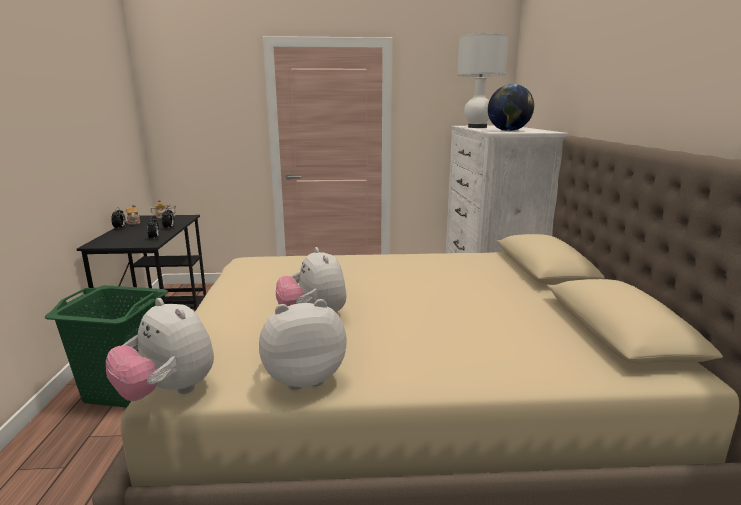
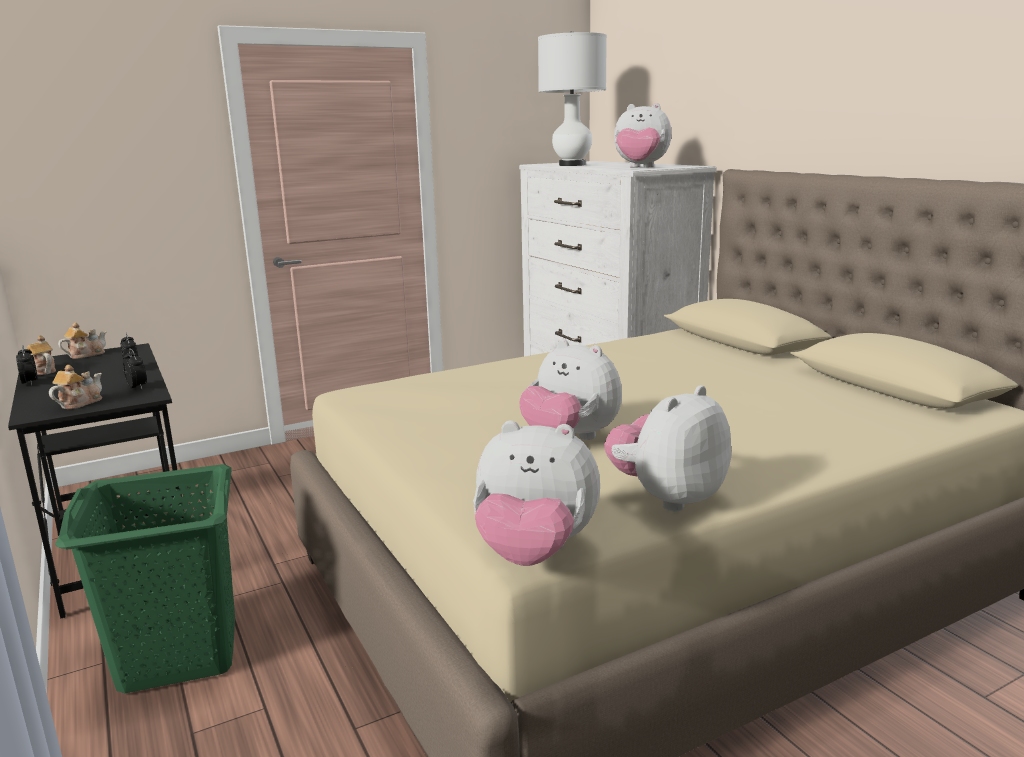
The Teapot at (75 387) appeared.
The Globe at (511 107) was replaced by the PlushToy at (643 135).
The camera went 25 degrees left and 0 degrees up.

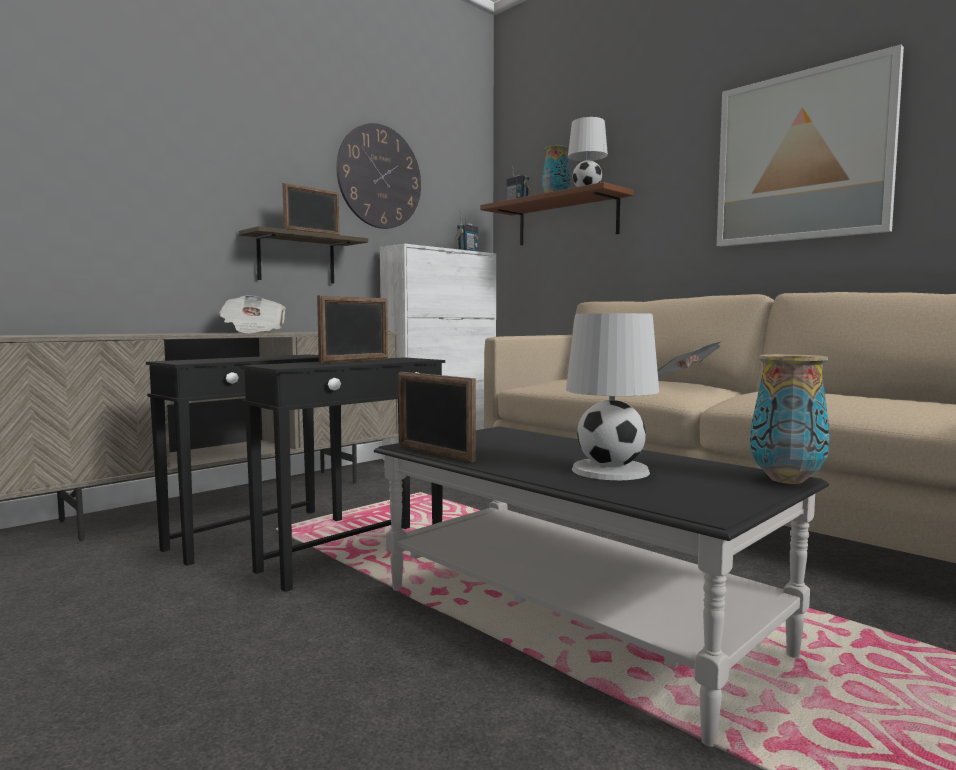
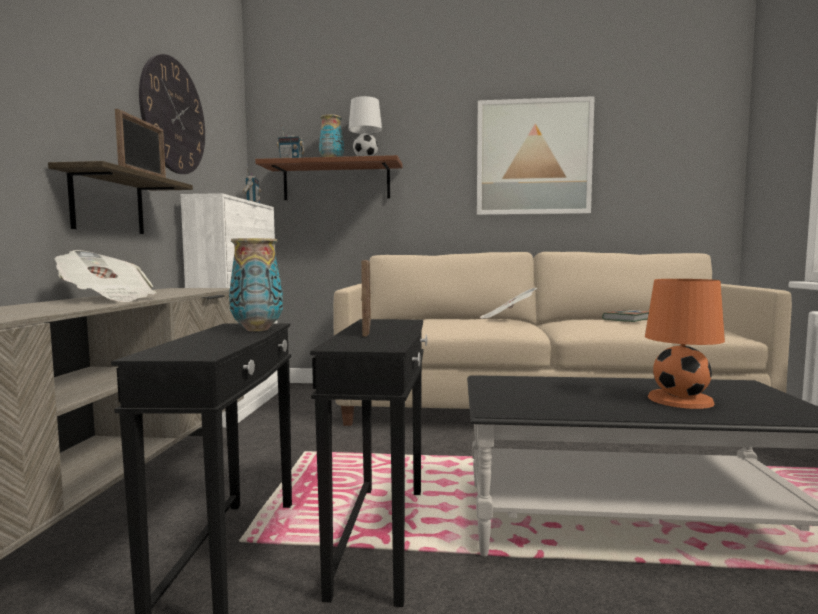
The Vase moved from (790 419) to (256 284).
The Book at (625 316) appeared.
The WhiteTableLamp at (612 396) became the OrangeTableLamp at (685 344).
The PictureFrame at (437 417) disappeared.
The camera went 40 degrees left and 0 degrees up.

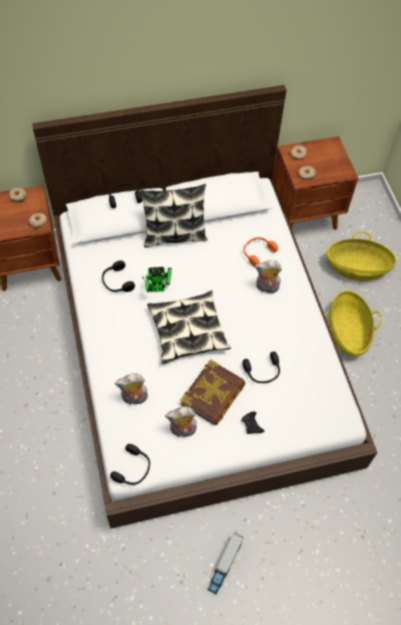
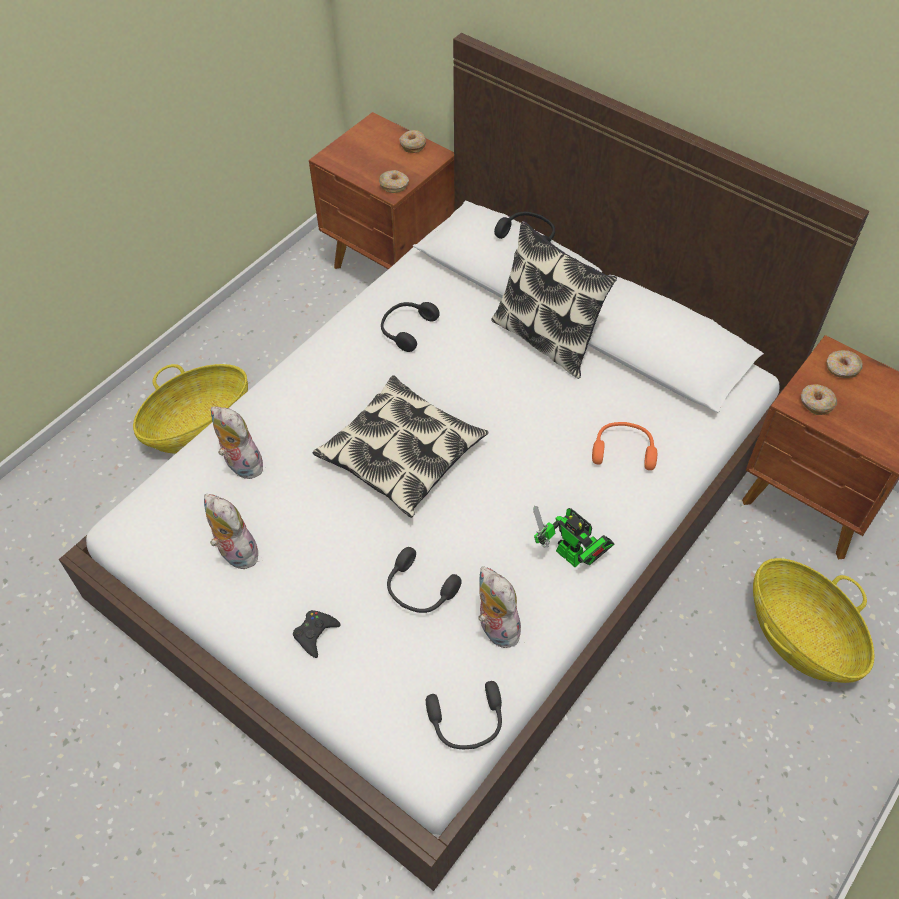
The Basket moved from (353 323) to (190 408).
The BlackHeadphones moved from (130 464) to (464 715).
The PlushToy moved from (268 277) to (500 607).
The ToyRobot moved from (157 280) to (573 536).
The Book at (213 392) disappeared.
The ToyTruck at (226 563) disappeared.
The camera went 55 degrees right and 5 degrees down.

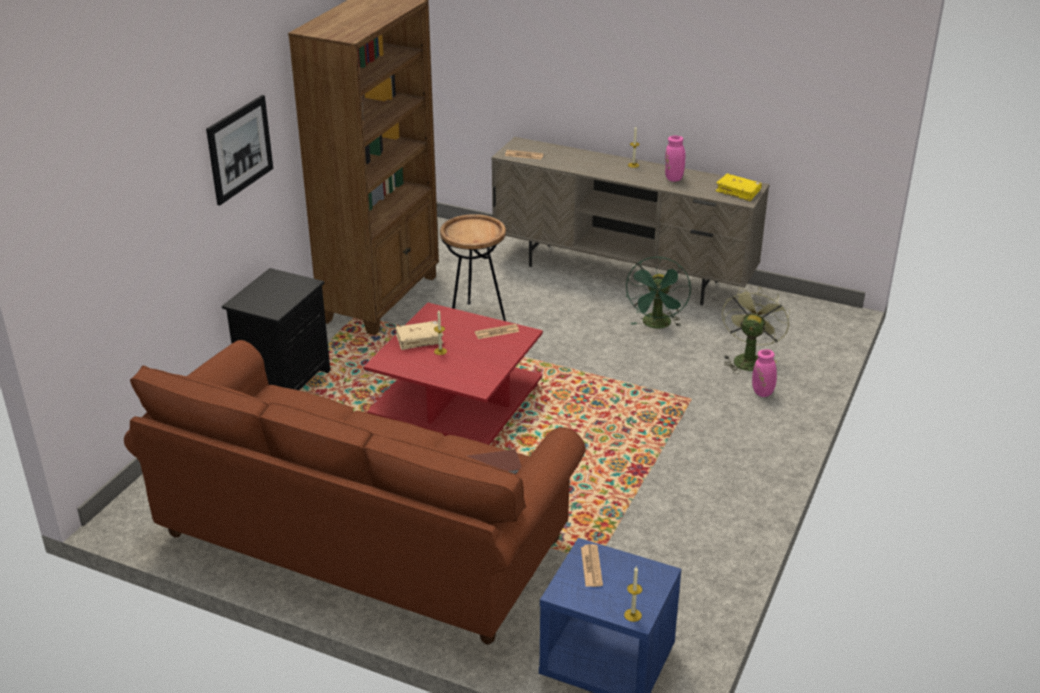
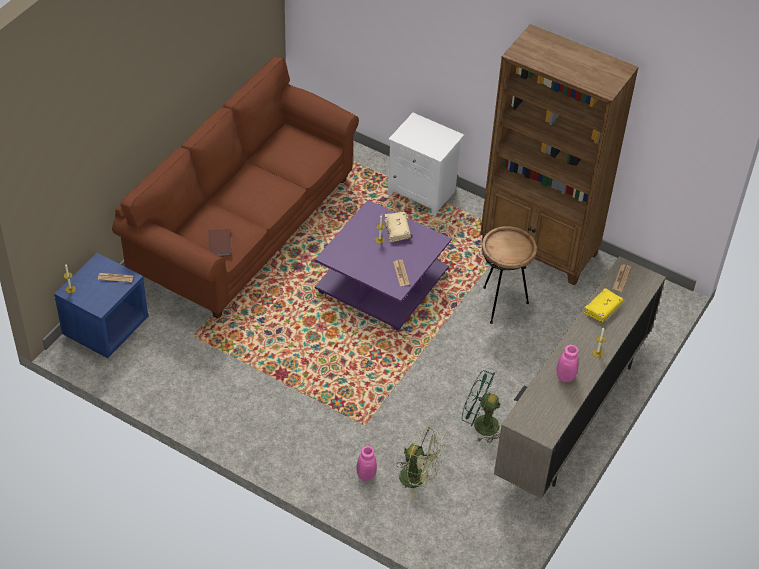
The RedCoffeeTable at (453 373) became the PurpleCoffeeTable at (383 265).
The BlackNightstand at (276 329) became the WhiteNightstand at (426 164).
The YellowBook moved from (738 187) to (603 305).
The Picture at (239 150) disappeared.
The camera went 95 degrees right and 15 degrees up.

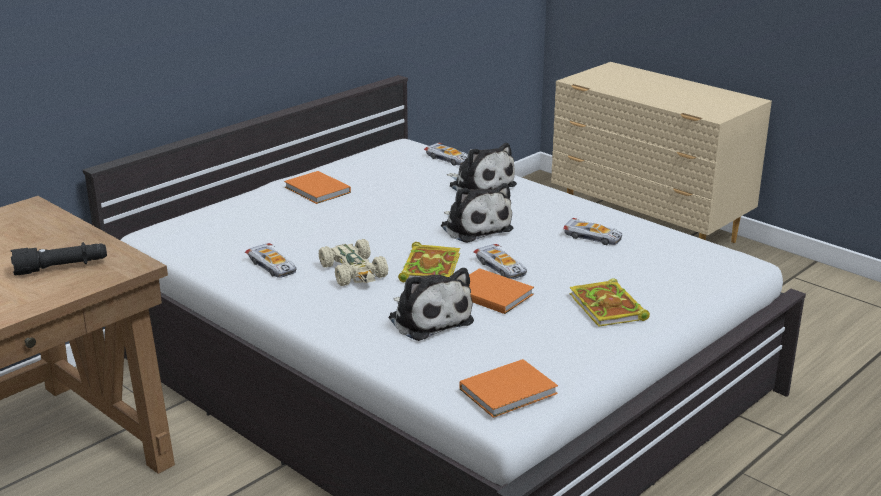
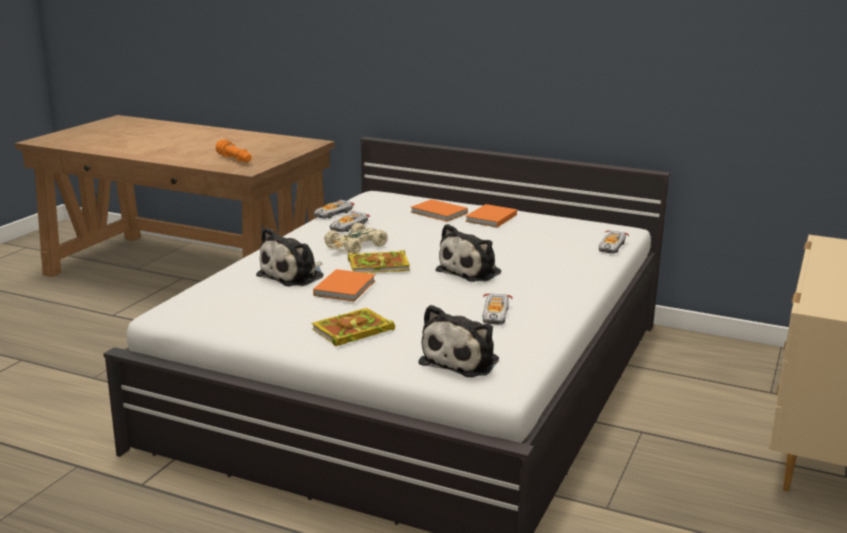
The BlackFlashlight at (59 259) became the OrangeFlashlight at (234 150).
The ToyCar moved from (500 261) to (334 209).
The OrangeBook moved from (509 388) to (439 210).
The PlushToy moved from (482 167) to (459 341).
The camera went 70 degrees right and 5 degrees down.

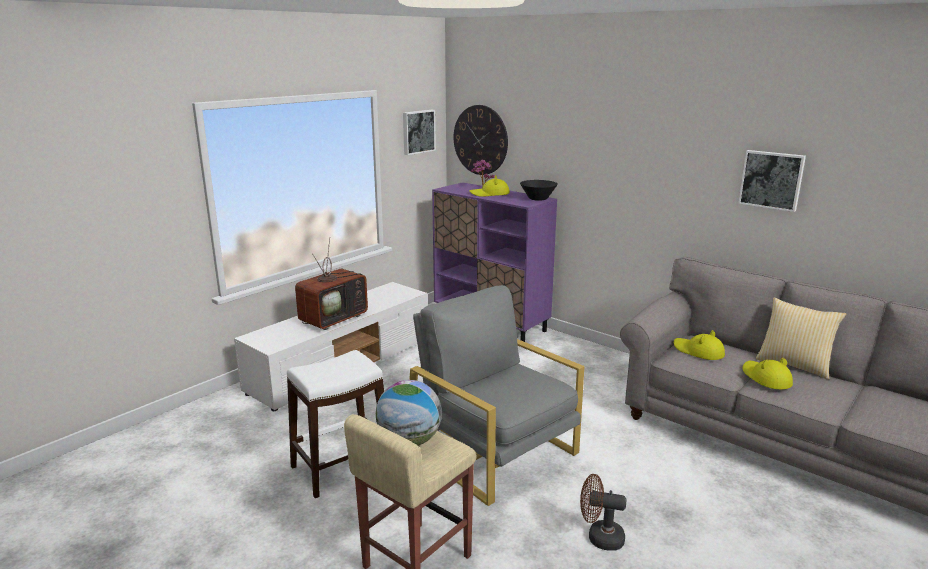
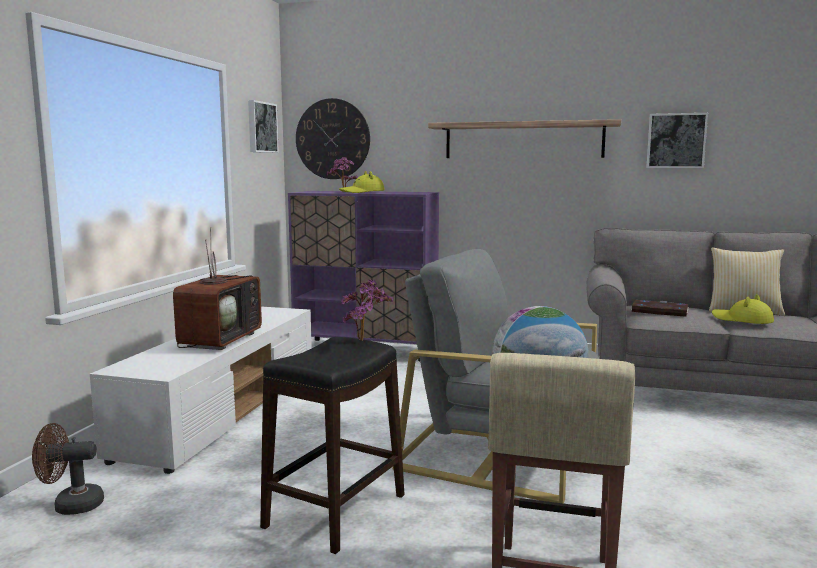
The BrownFan moved from (603 512) to (68 469).
The WhiteStool at (335 424) became the BlackStool at (332 445).
The PottedPlant at (367 310) appeared.
The Shelf at (524 138) appeared.
The YellowHat at (699 345) was replaced by the Book at (660 308).
The BlackBowl at (539 190) disappeared.
The camera went 25 degrees left and 10 degrees down.

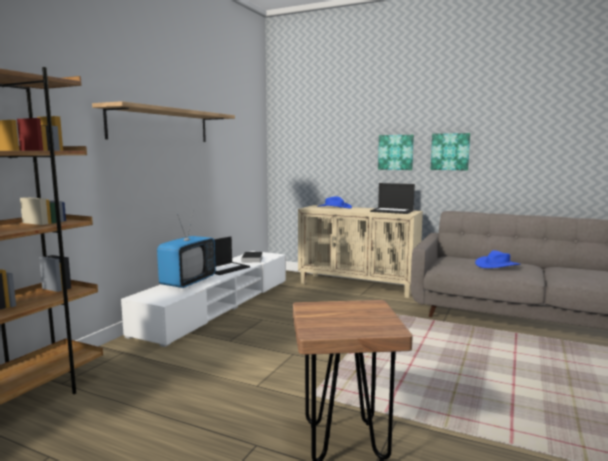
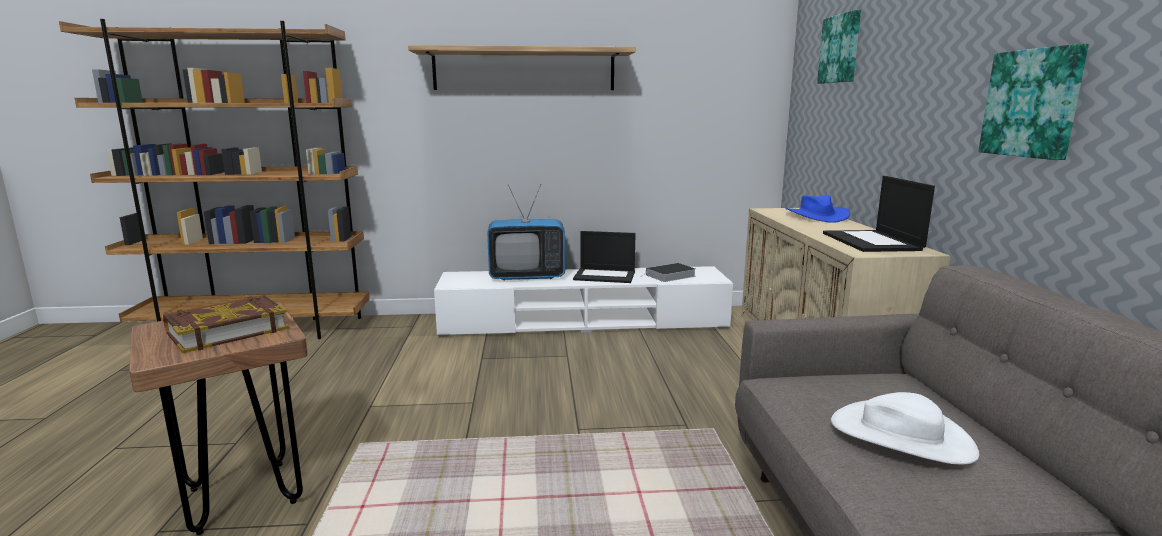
The Book at (226 324) appeared.
The Picture moved from (396 152) to (839 47).
The BlueHat at (498 259) became the WhiteHat at (905 428).
The camera went 60 degrees right and 5 degrees up.

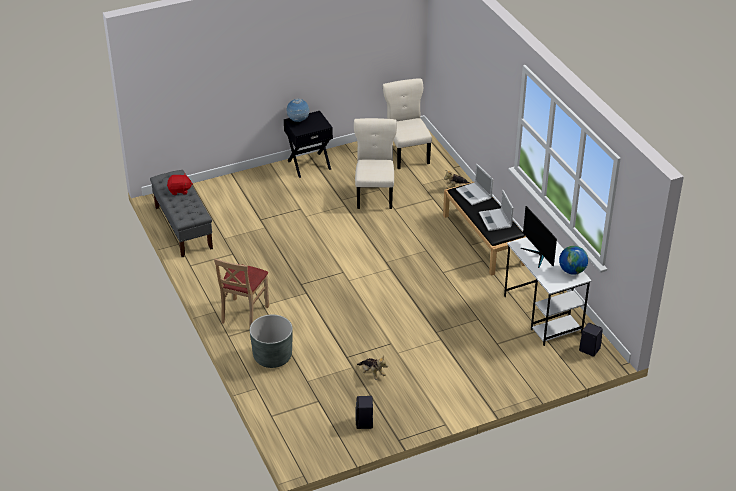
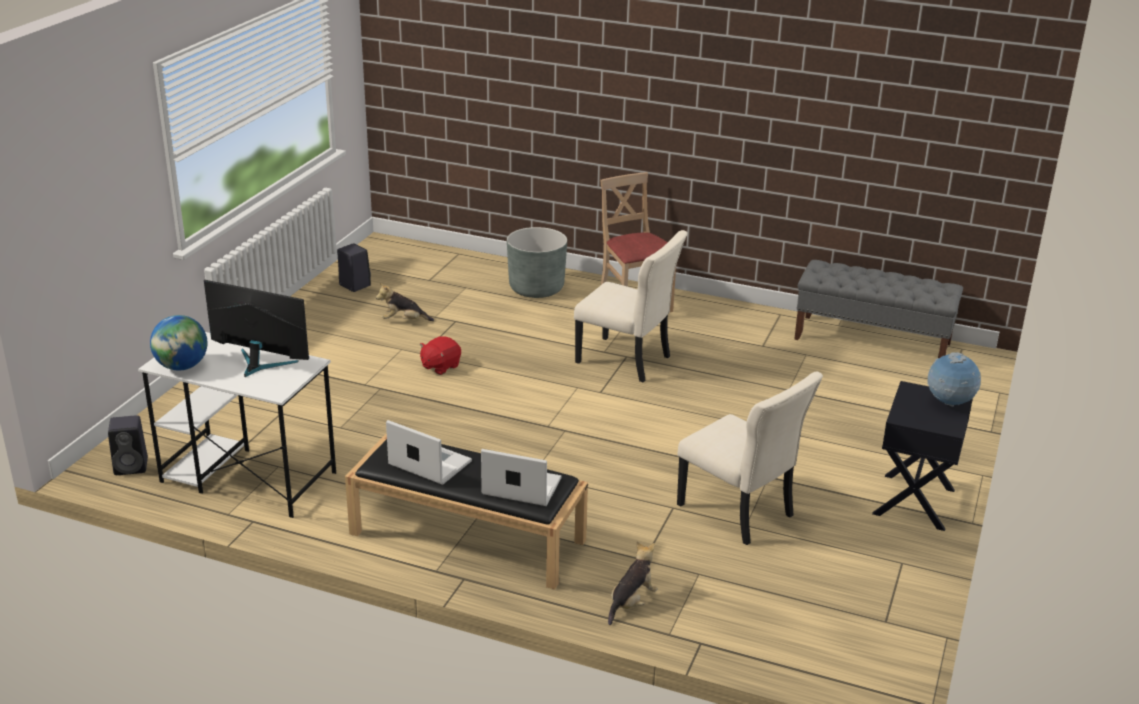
The RedPlushToy moved from (180 184) to (440 355).
The BeigeChair moved from (407 123) to (631 306).
The camera went 135 degrees right and 10 degrees down.

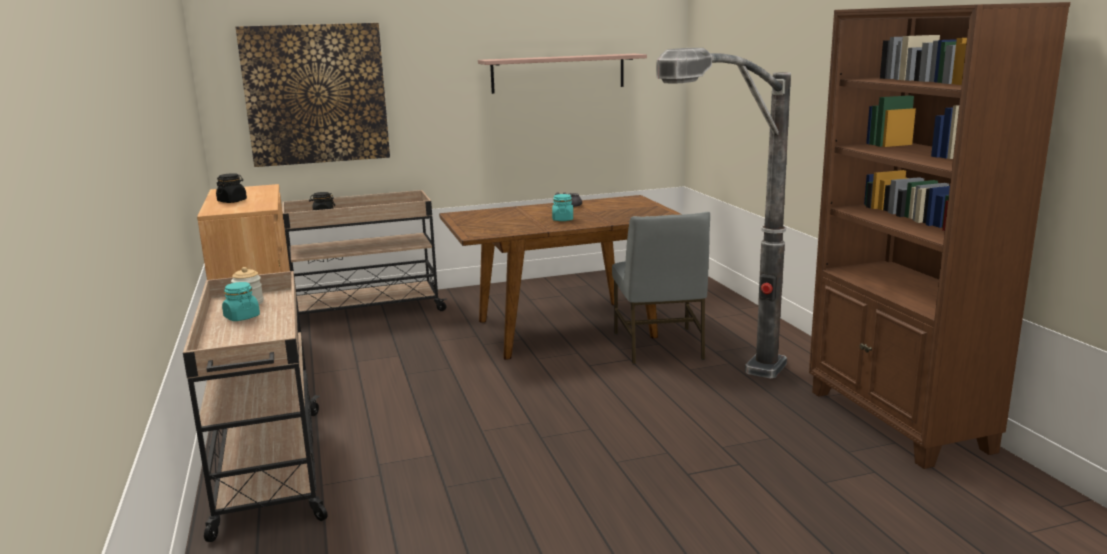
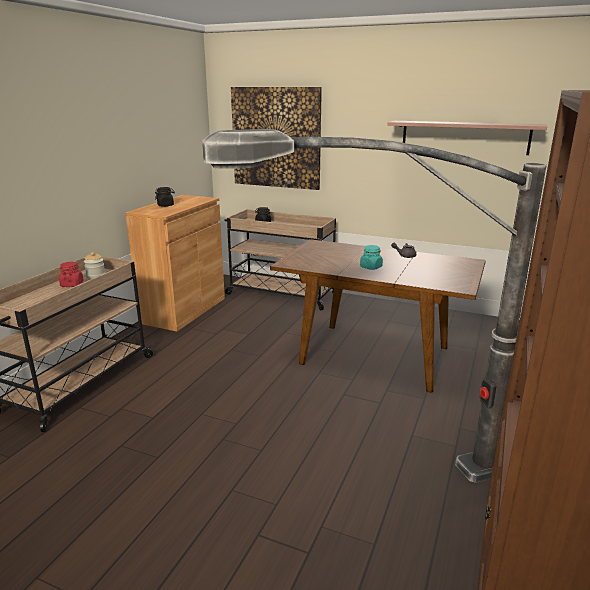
The TurquoiseJar at (241 301) became the RedJar at (71 274).
The GreyChair at (661 288) disappeared.
The camera went 40 degrees right and 5 degrees up.

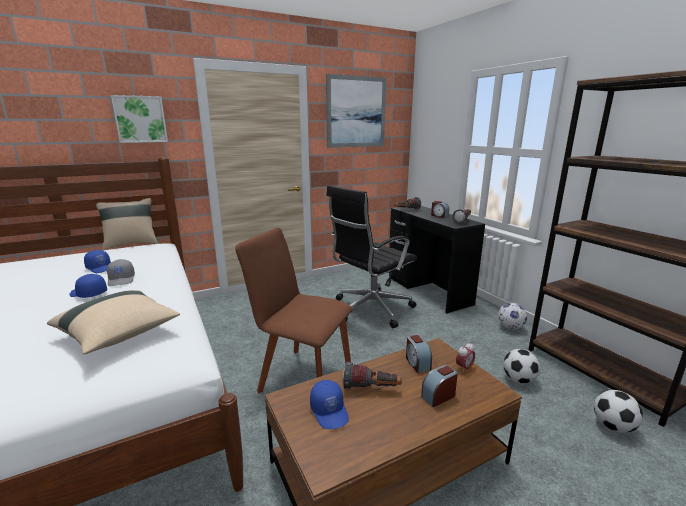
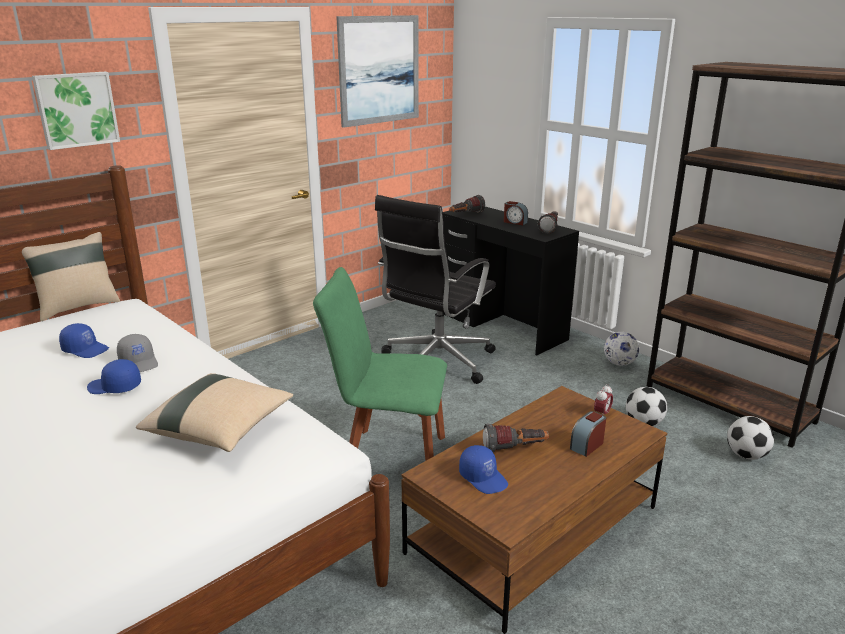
The BrownChair at (294 310) became the GreenChair at (380 364).
The AlarmClock at (419 354) disappeared.
The camera went 15 degrees left and 5 degrees up.

